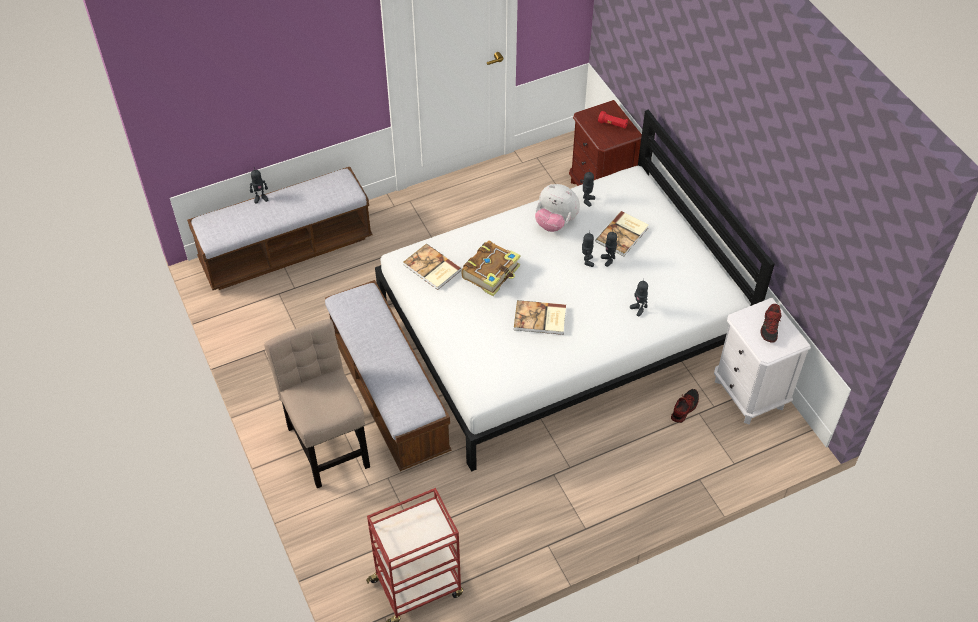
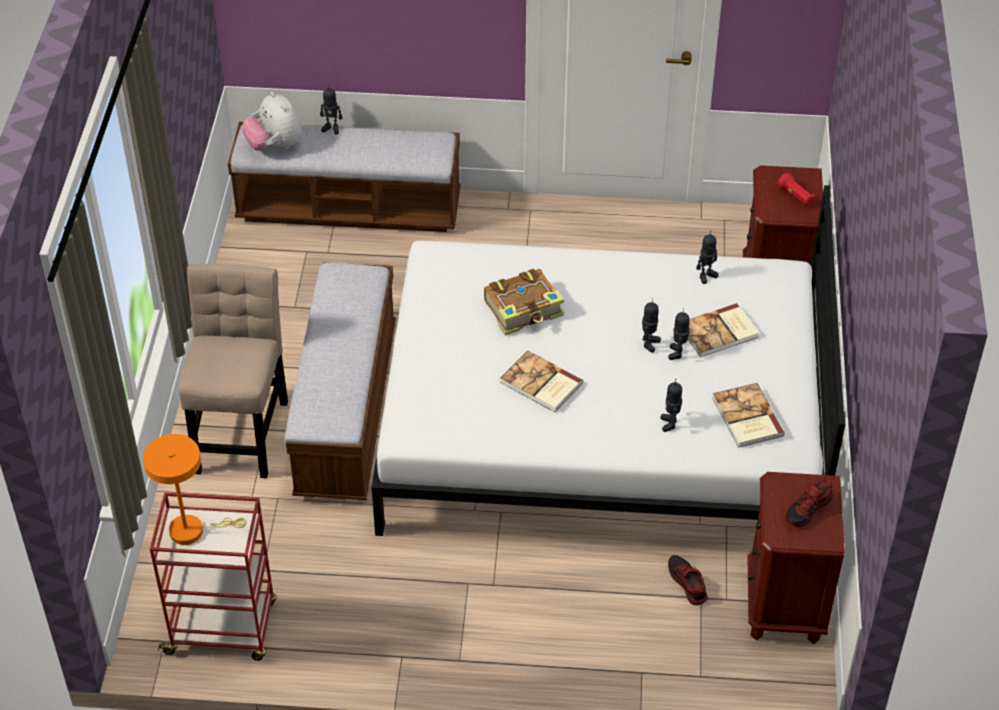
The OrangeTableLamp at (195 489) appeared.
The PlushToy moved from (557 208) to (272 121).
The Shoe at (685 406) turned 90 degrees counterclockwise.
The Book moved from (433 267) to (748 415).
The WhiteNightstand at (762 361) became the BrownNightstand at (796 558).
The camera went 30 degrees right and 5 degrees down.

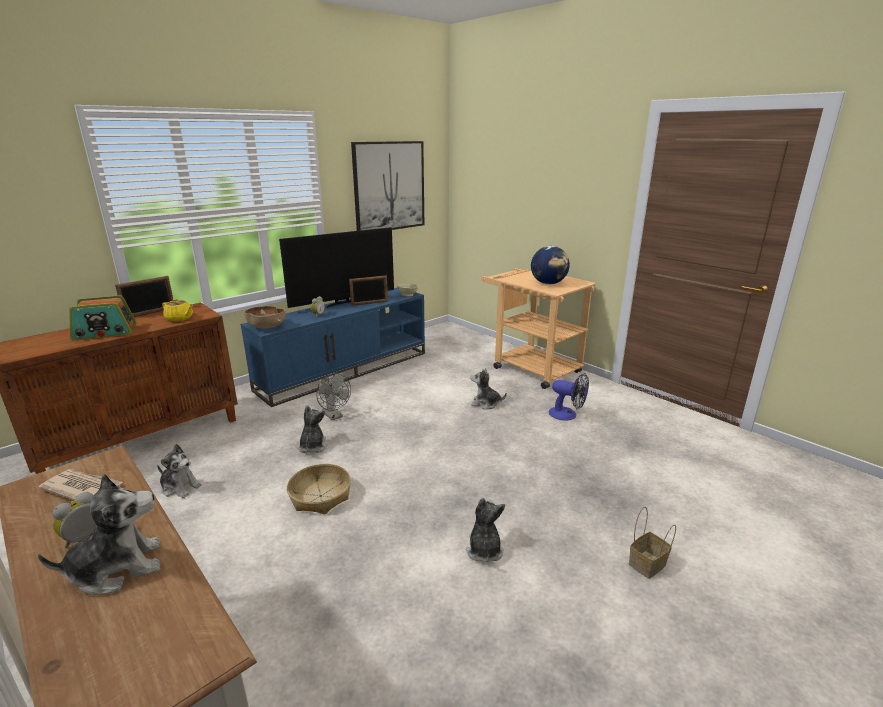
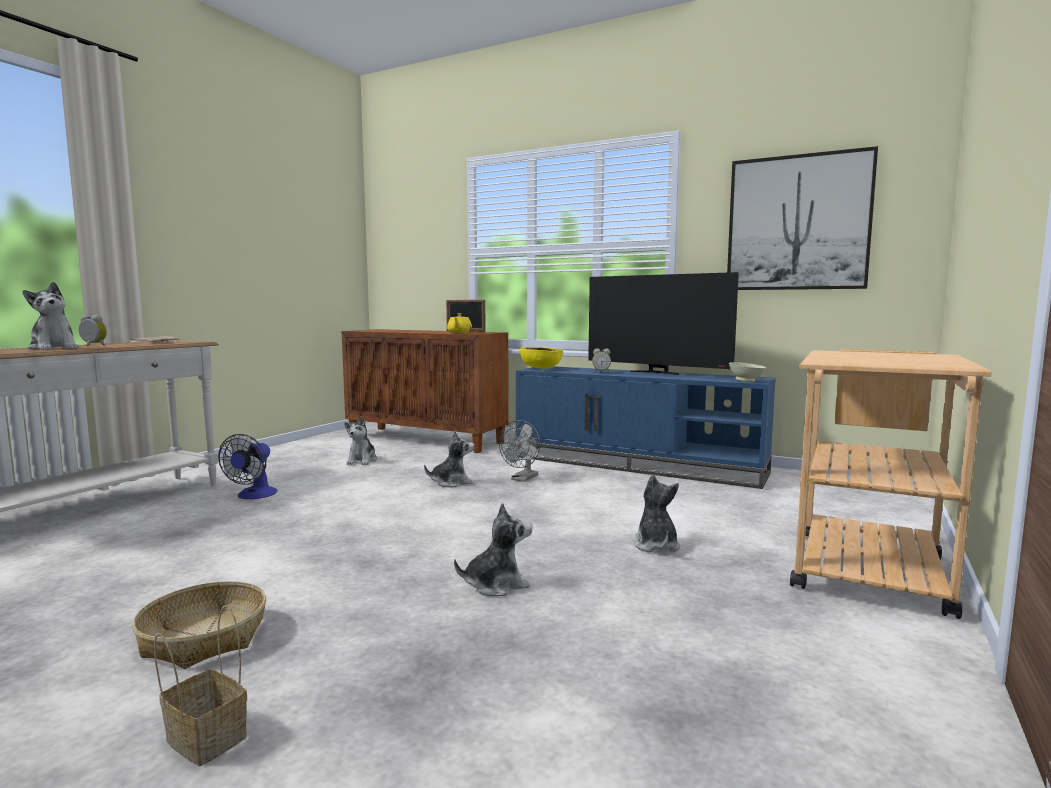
The Basket moved from (319 489) to (199 625).
The Fan moved from (569 396) to (247 466).
The PlushToy moved from (485 530) to (493 549).
The BrownBowl at (265 317) became the YellowBowl at (541 358).
The Radio at (103 317) disappeared.
The PictureFrame at (368 290) disappeared.
The Globe at (550 265) disappeared.
The camera went 70 degrees right and 15 degrees down.

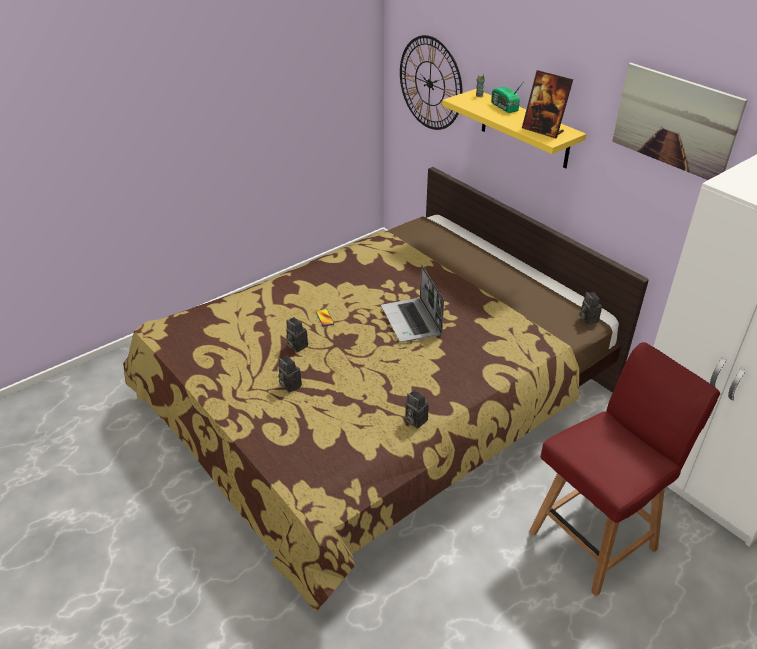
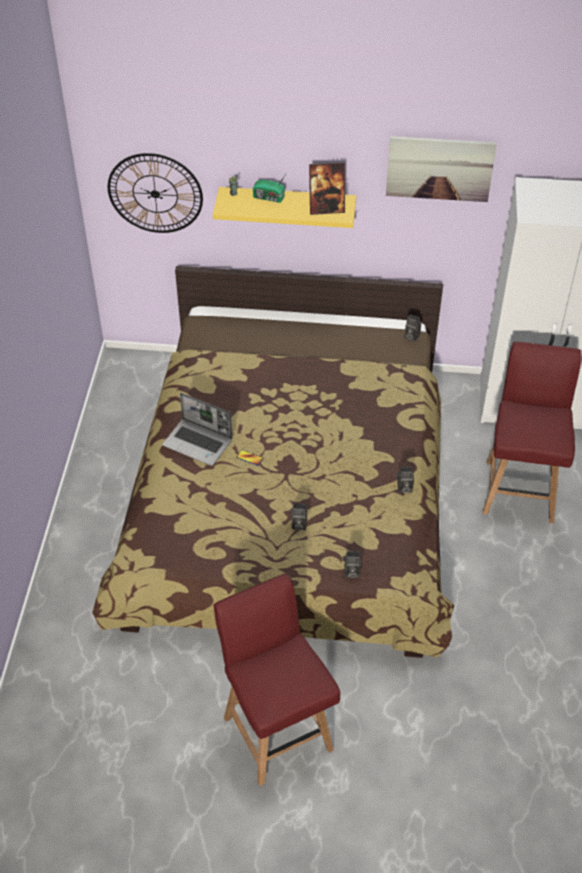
The Laptop moved from (412 303) to (197 429).
The RedChair at (276 680) appeared.
The PhotoCamera moved from (297 334) to (351 564).
The camera went 45 degrees left and 10 degrees up.

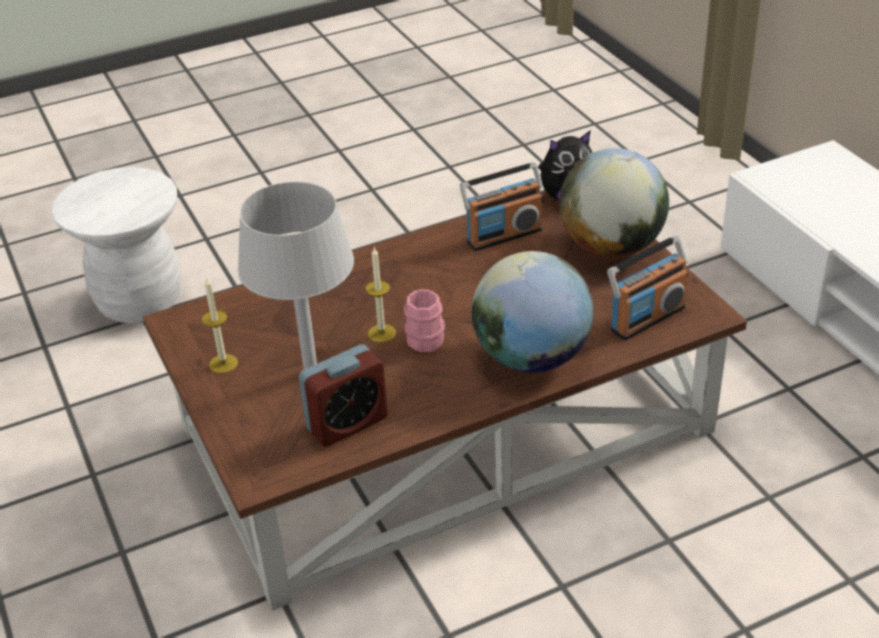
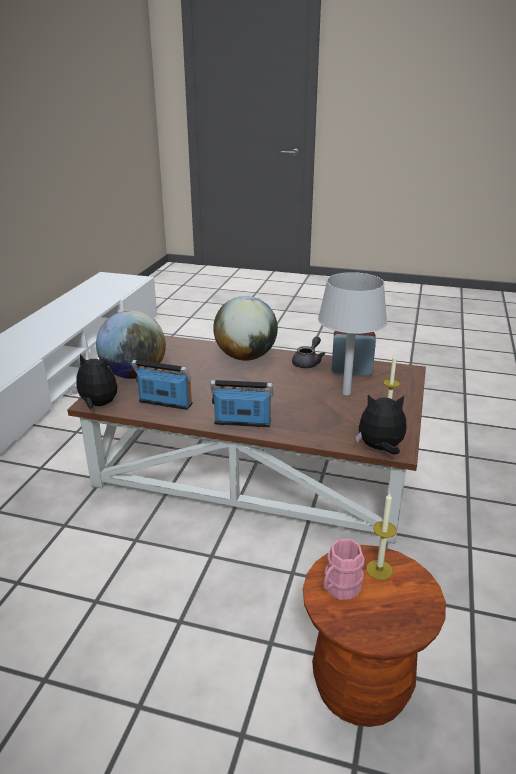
The Radio moved from (647 288) to (242 403).
The GreyTeapot at (308 352) appeared.
The WhiteStool at (116 245) became the BrownStool at (374 636).
The PinkMug moved from (424 320) to (344 569).
The PlushToy at (381 425) appeared.
The Candle moved from (381 295) to (381 536).
The camera went 140 degrees left and 10 degrees down.

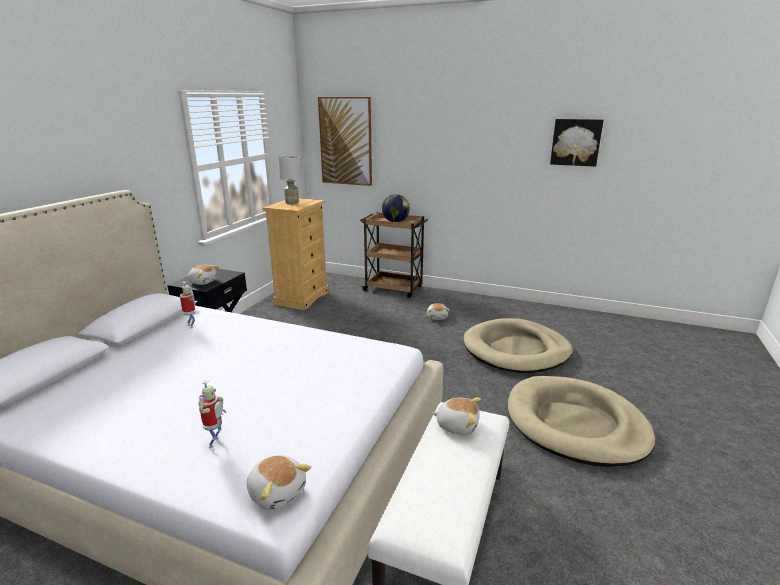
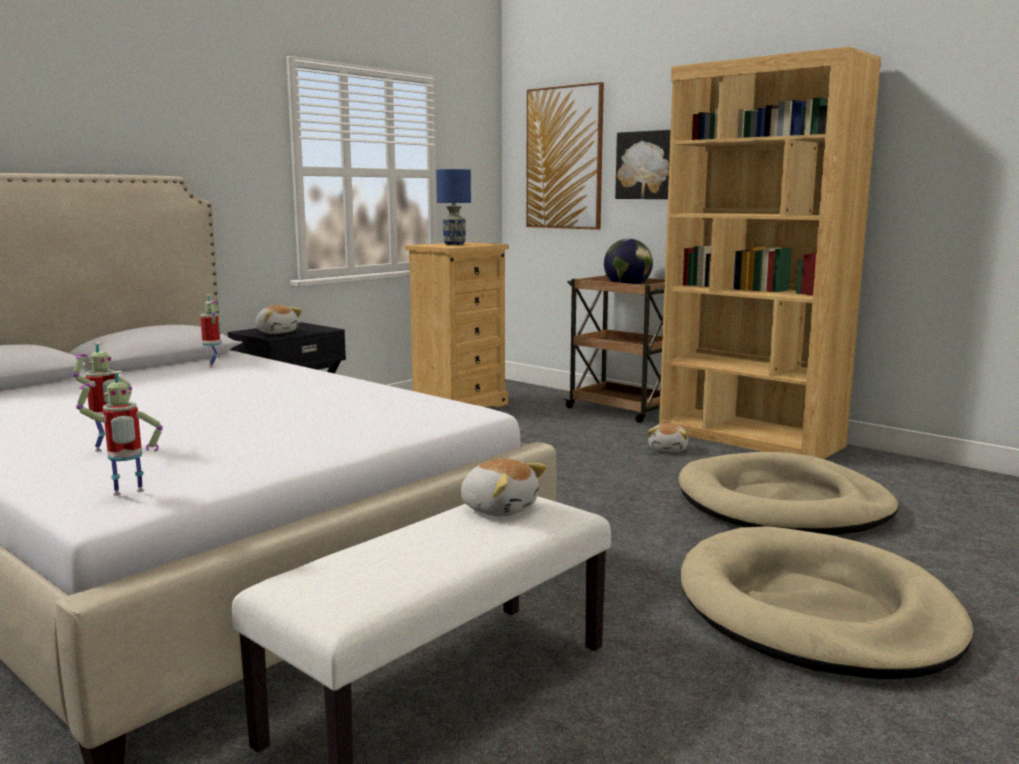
The PlushToy at (279 482) was replaced by the ToyRobot at (119 433).
The GreyTableLamp at (289 180) became the BlueTableLamp at (453 207).
The Picture moved from (577 143) to (643 164).
The BrownBookcase at (770 253) appeared.
The camera went 20 degrees right and 10 degrees down.

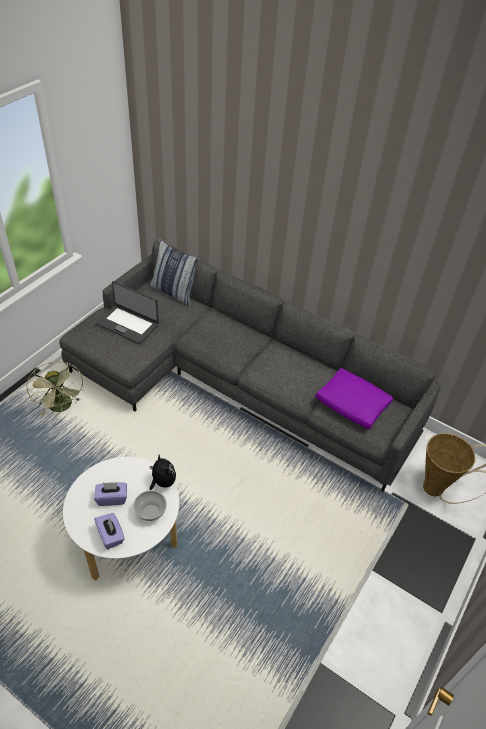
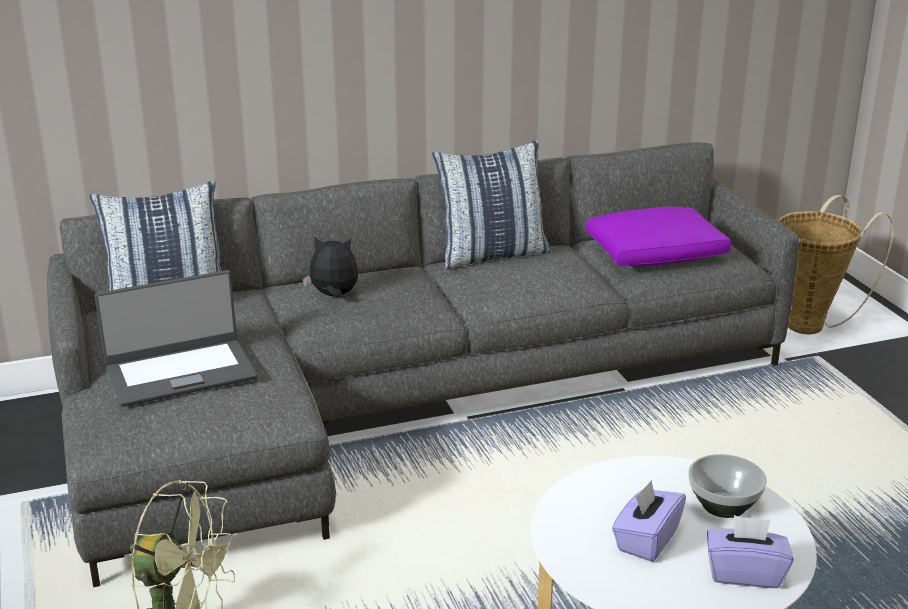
The PlushToy moved from (163 472) to (330 266).
The Pillow at (491 204) appeared.
The camera went 50 degrees left and 20 degrees down.

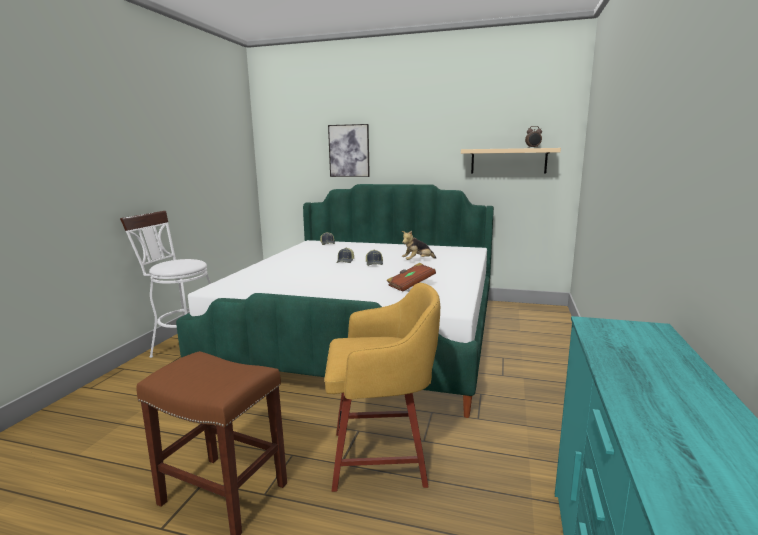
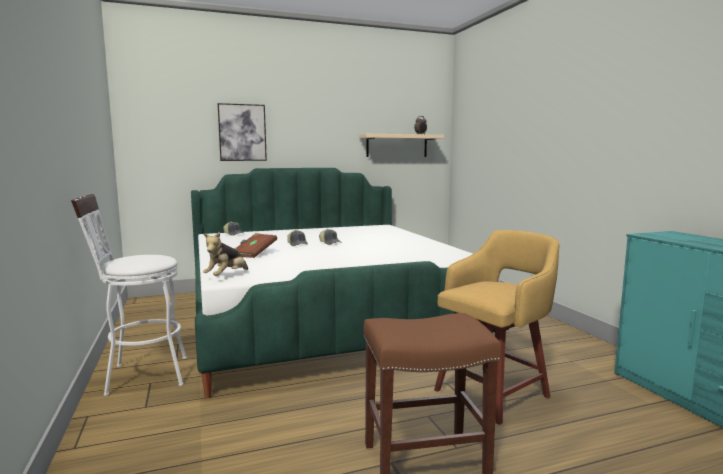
The PlushToy moved from (419 245) to (225 254).
The BrownBook moved from (411 277) to (255 245).
The camera went 35 degrees left and 5 degrees down.

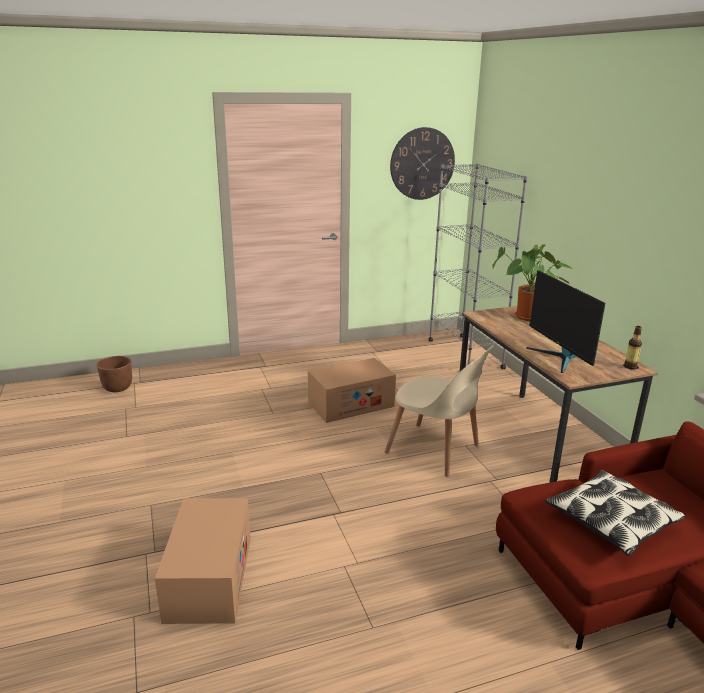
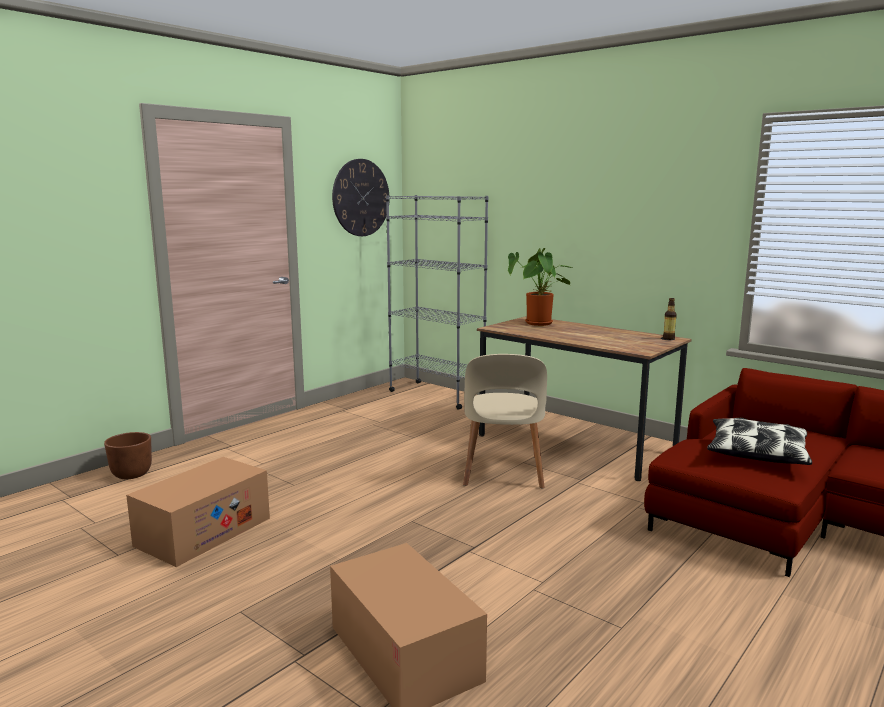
The BrownPlanter moved from (114 374) to (128 455).
The CardboardBox moved from (352 390) to (198 512).
The BeigeChair at (439 411) turned 90 degrees clockwise.
The Monitor at (565 321) disappeared.
The camera went 30 degrees left and 10 degrees down.

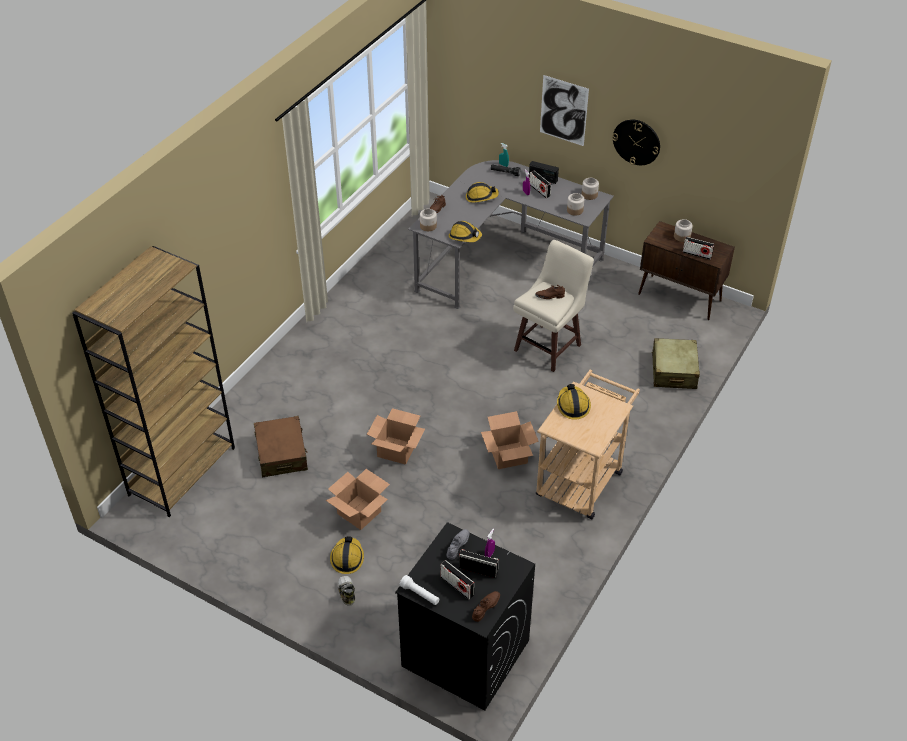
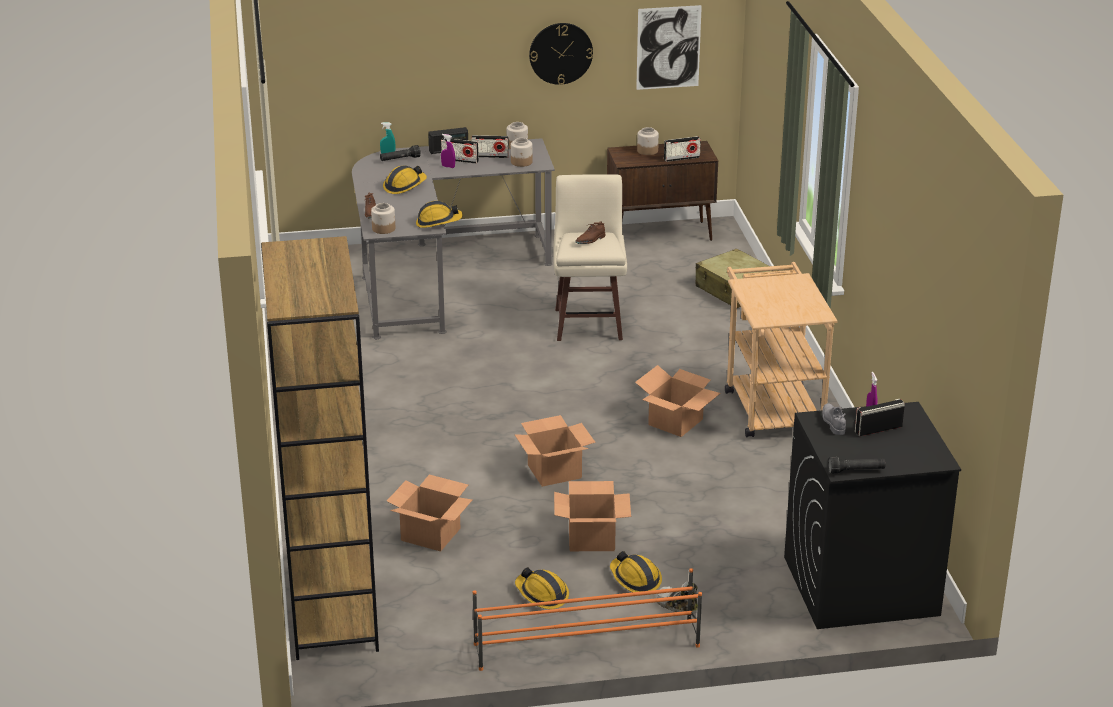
The BrownSuitcase at (281 446) was replaced by the CardboardBox at (429 512).
The Radio moved from (457 580) to (490 146).
The OrangeShoeRack at (587 619) appeared.
The HardHat moved from (574 402) to (542 588).
The Picture moved from (564 110) to (669 47).
The WhiteFlashlight at (419 590) became the BlackFlashlight at (857 465).
The BrownShoe at (486 606) disappeared.
The camera went 40 degrees left and 15 degrees down.

